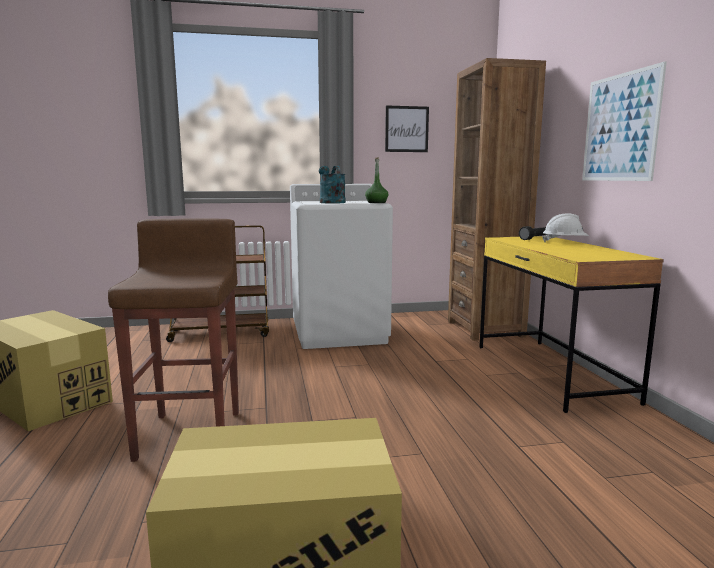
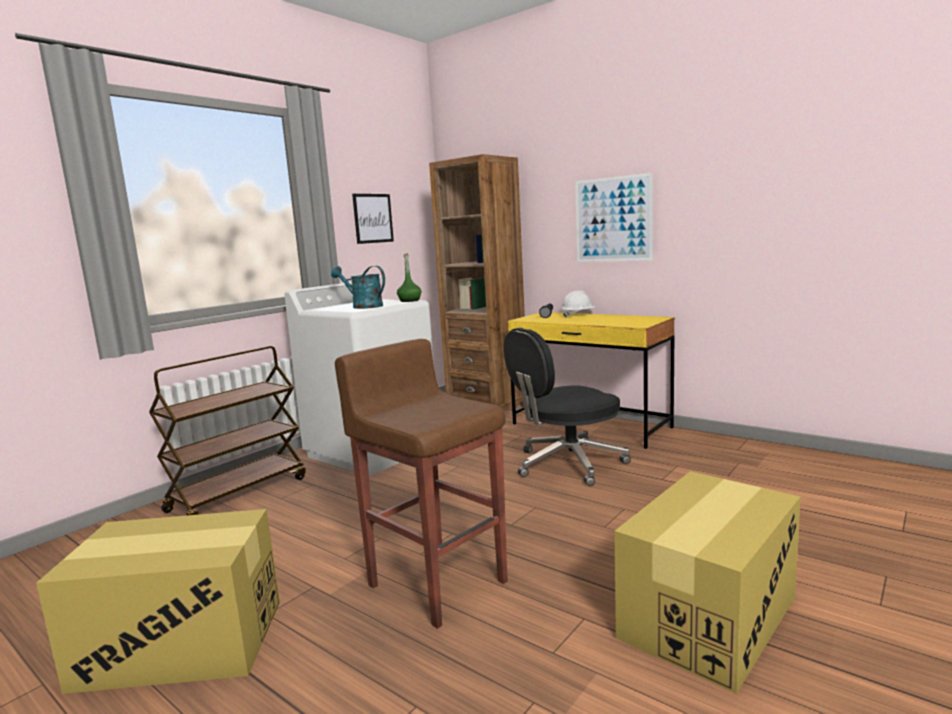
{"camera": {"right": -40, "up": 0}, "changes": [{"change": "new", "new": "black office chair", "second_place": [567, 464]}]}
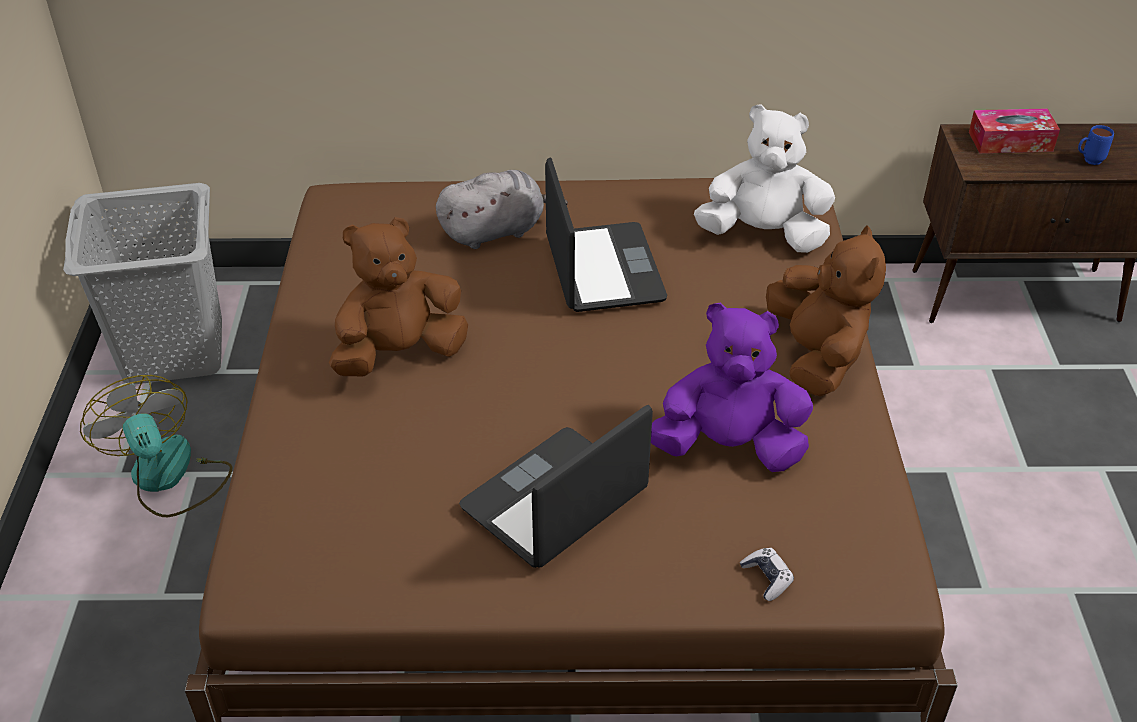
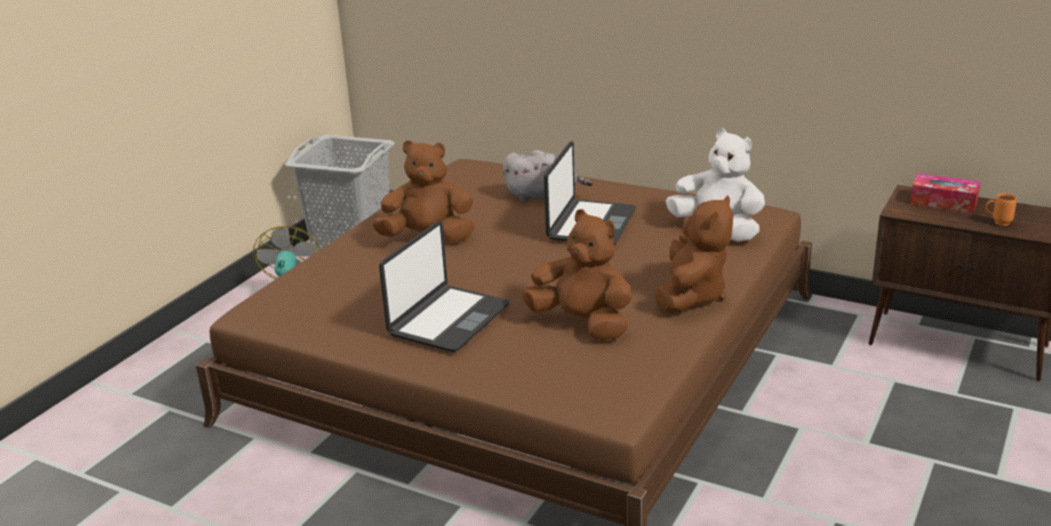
{"camera": {"right": 30, "up": -15}, "changes": [{"change": "gone", "old": "game controller", "first_place": [767, 578]}, {"change": "repainted", "old": "purple plush toy", "new": "brown plush toy", "first_place": [728, 447], "second_place": [582, 323]}, {"change": "repainted", "old": "blue mug", "new": "orange mug", "first_place": [1088, 161], "second_place": [997, 222]}, {"change": "rotated", "old": "laptop", "first_place": [556, 501], "second_place": [447, 320], "degrees": 135}]}
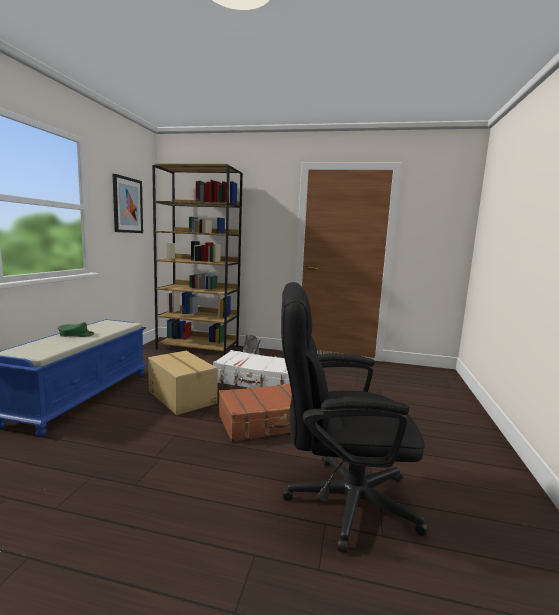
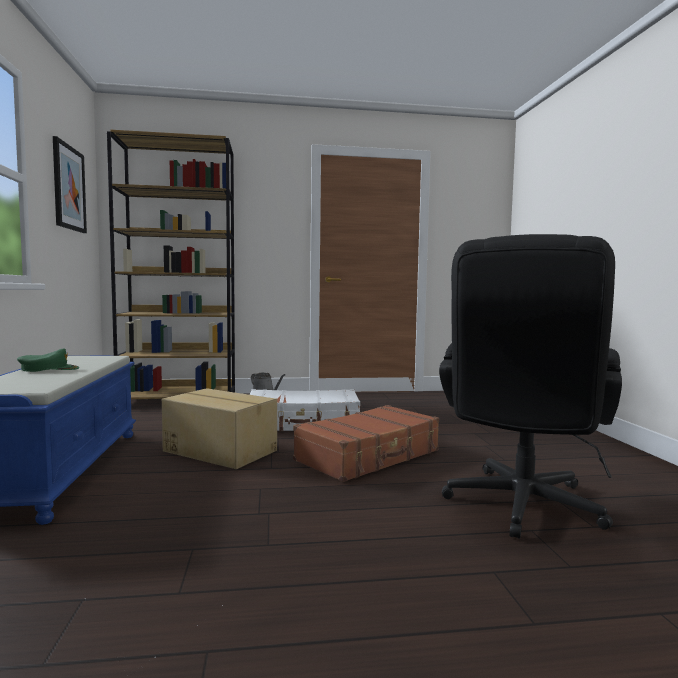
{"camera": {"right": -20, "up": -5}, "changes": [{"change": "rotated", "old": "black office chair", "first_place": [338, 500], "second_place": [520, 509], "degrees": -45}]}
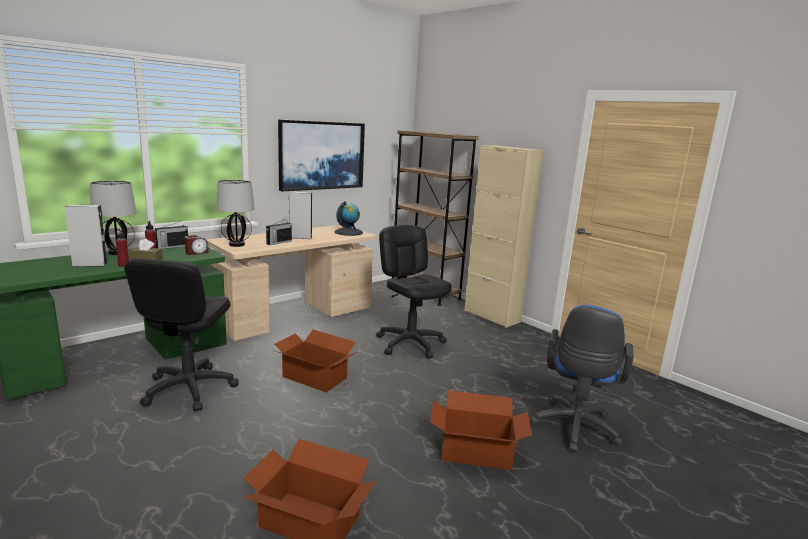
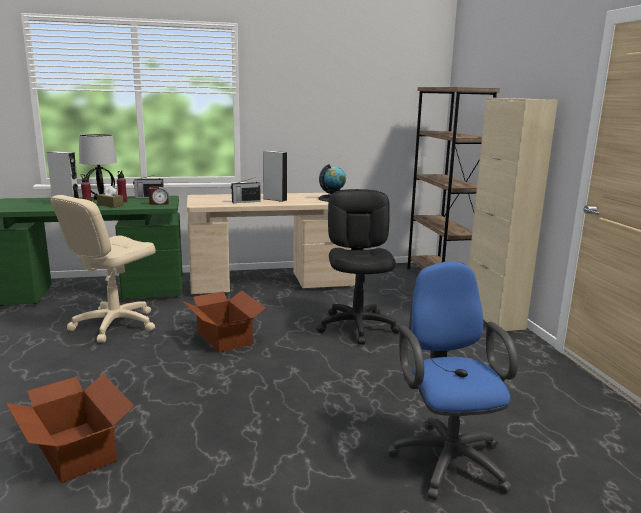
{"camera": {"right": 30, "up": 0}, "changes": [{"change": "gone", "old": "table lamp", "first_place": [237, 244]}, {"change": "gone", "old": "picture", "first_place": [321, 155]}, {"change": "gone", "old": "cardboard box", "first_place": [476, 452]}, {"change": "repainted", "old": "black office chair", "new": "beige office chair", "first_place": [189, 389], "second_place": [114, 324]}, {"change": "rotated", "old": "blue office chair", "first_place": [574, 430], "second_place": [446, 457], "degrees": 120}]}
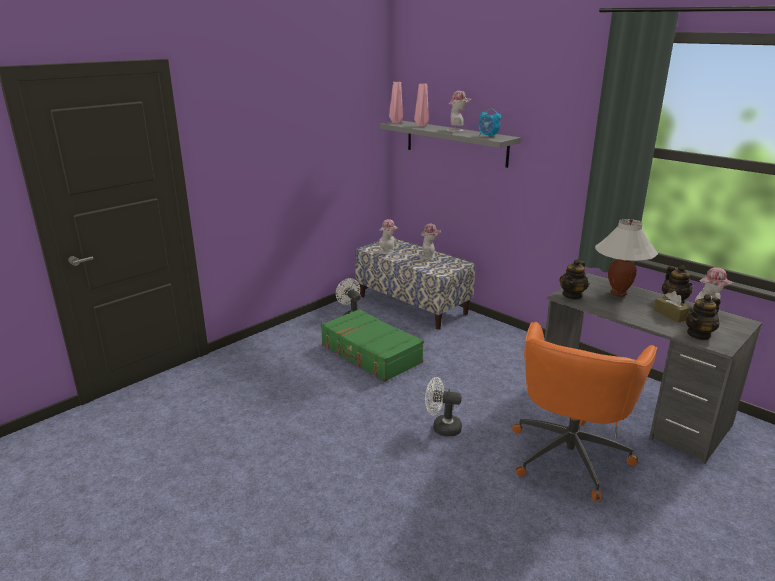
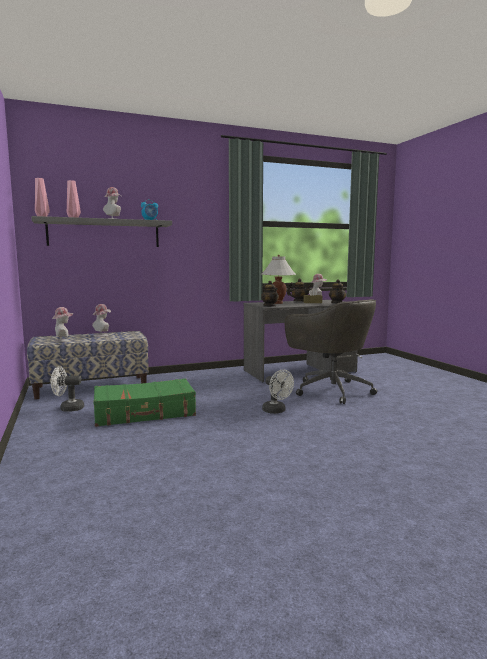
{"camera": {"right": -65, "up": -15}, "changes": [{"change": "repainted", "old": "orange office chair", "new": "grey office chair", "first_place": [569, 454], "second_place": [331, 390]}, {"change": "rotated", "old": "white fan", "first_place": [442, 428], "second_place": [276, 411], "degrees": -75}]}
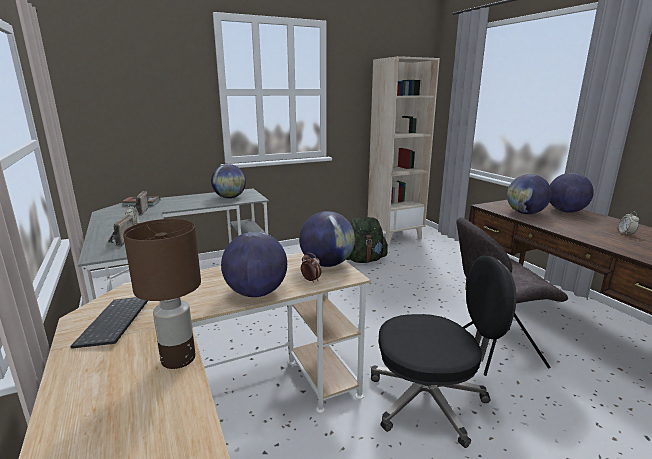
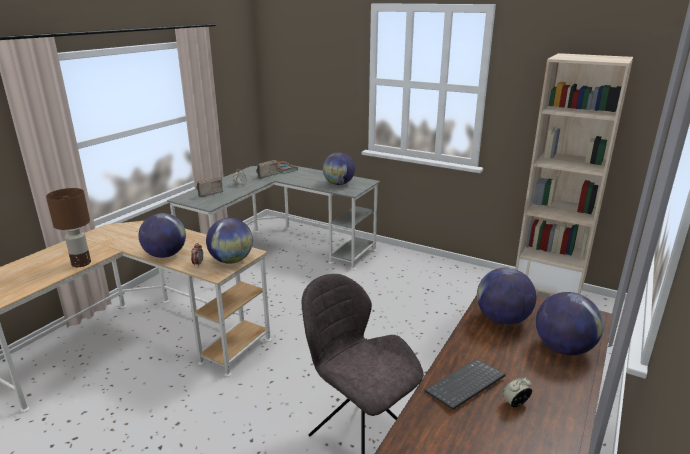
{"camera": {"right": 55, "up": 5}, "changes": [{"change": "gone", "old": "green backpack", "first_place": [364, 260]}, {"change": "gone", "old": "black office chair", "first_place": [429, 400]}, {"change": "shifted", "old": "keyboard", "first_place": [116, 323], "second_place": [465, 386]}]}
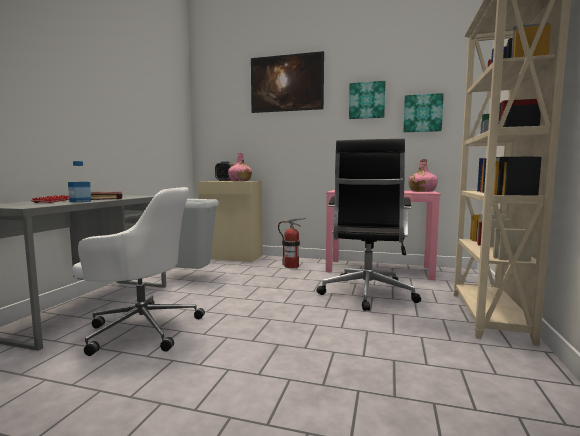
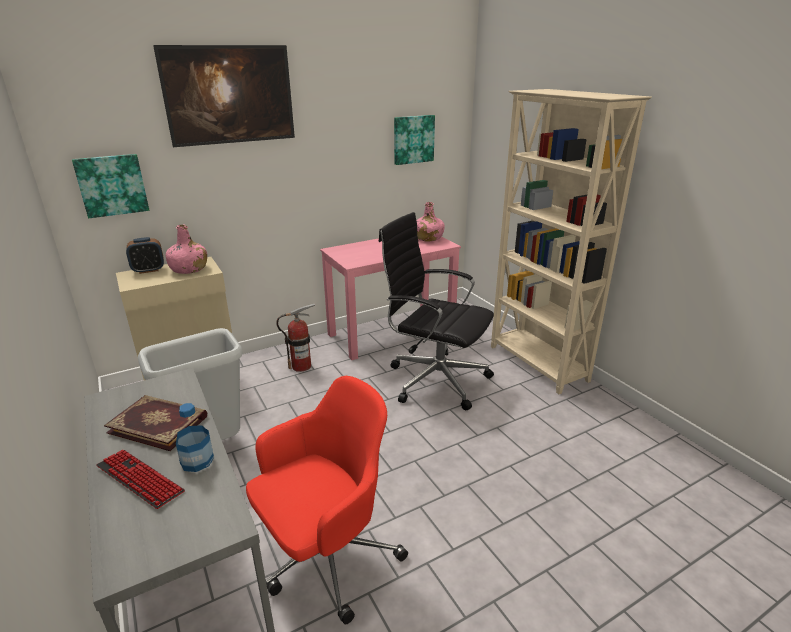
{"camera": {"right": -45, "up": 20}, "changes": [{"change": "shifted", "old": "picture", "first_place": [367, 100], "second_place": [112, 185]}, {"change": "repainted", "old": "white office chair", "new": "red office chair", "first_place": [141, 328], "second_place": [326, 556]}, {"change": "rotated", "old": "black office chair", "first_place": [367, 294], "second_place": [435, 379], "degrees": 150}]}
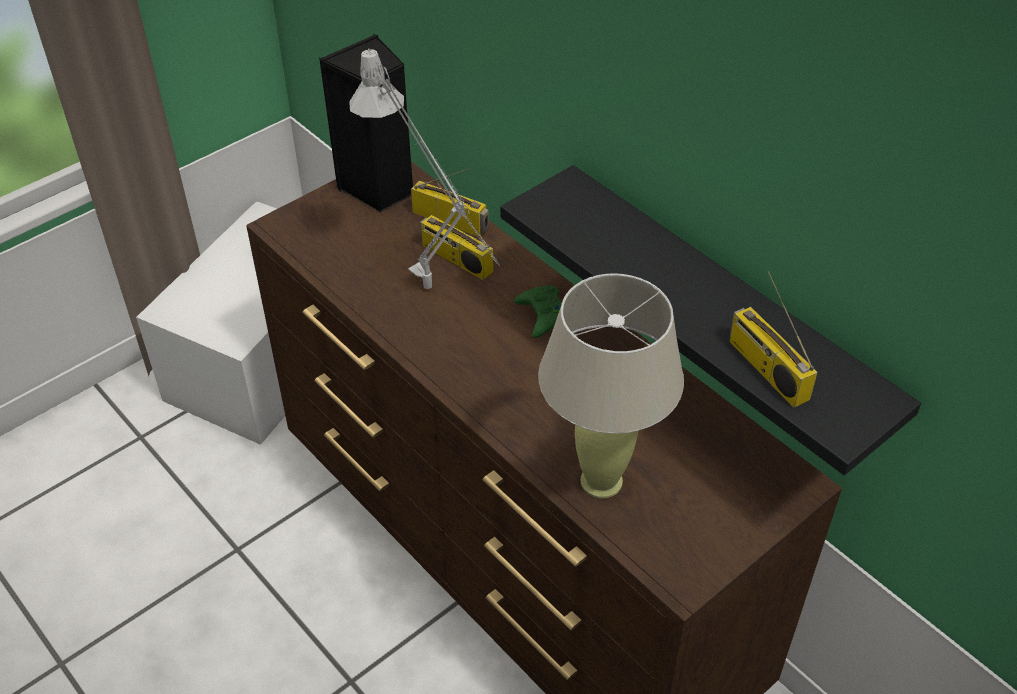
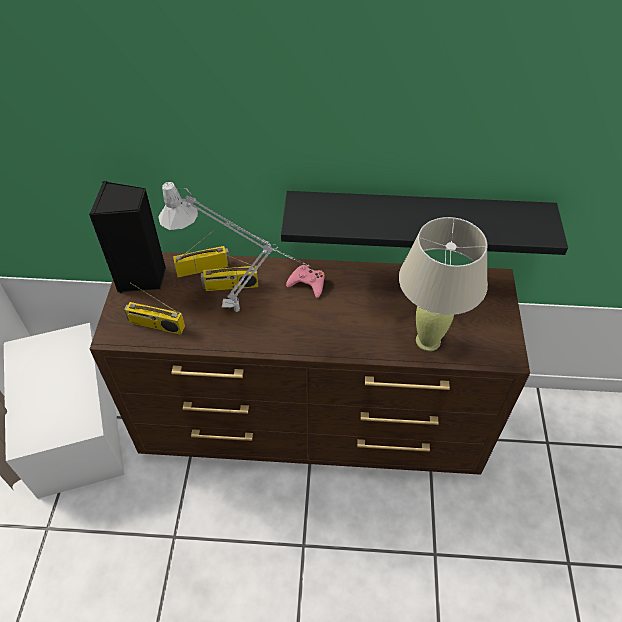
{"camera": {"right": -45, "up": 5}, "changes": [{"change": "shifted", "old": "radio", "first_place": [765, 369], "second_place": [155, 325]}, {"change": "repainted", "old": "green game controller", "new": "pink game controller", "first_place": [543, 315], "second_place": [307, 283]}]}
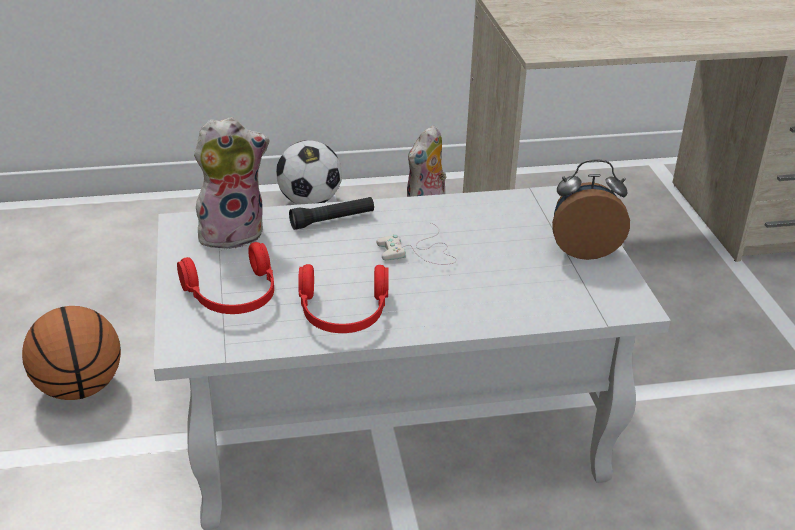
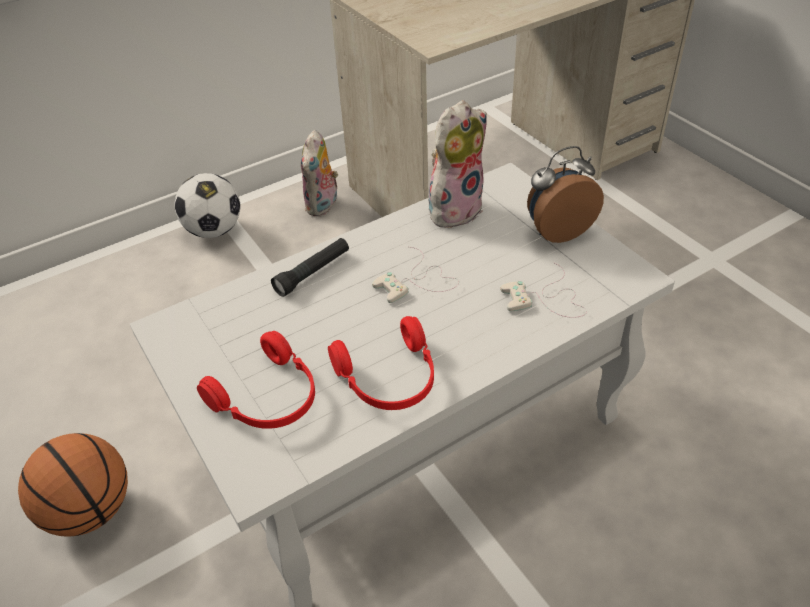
{"camera": {"right": -20, "up": 10}, "changes": [{"change": "new", "new": "white game controller", "second_place": [546, 299]}, {"change": "shifted", "old": "plush toy", "first_place": [232, 233], "second_place": [454, 209]}]}
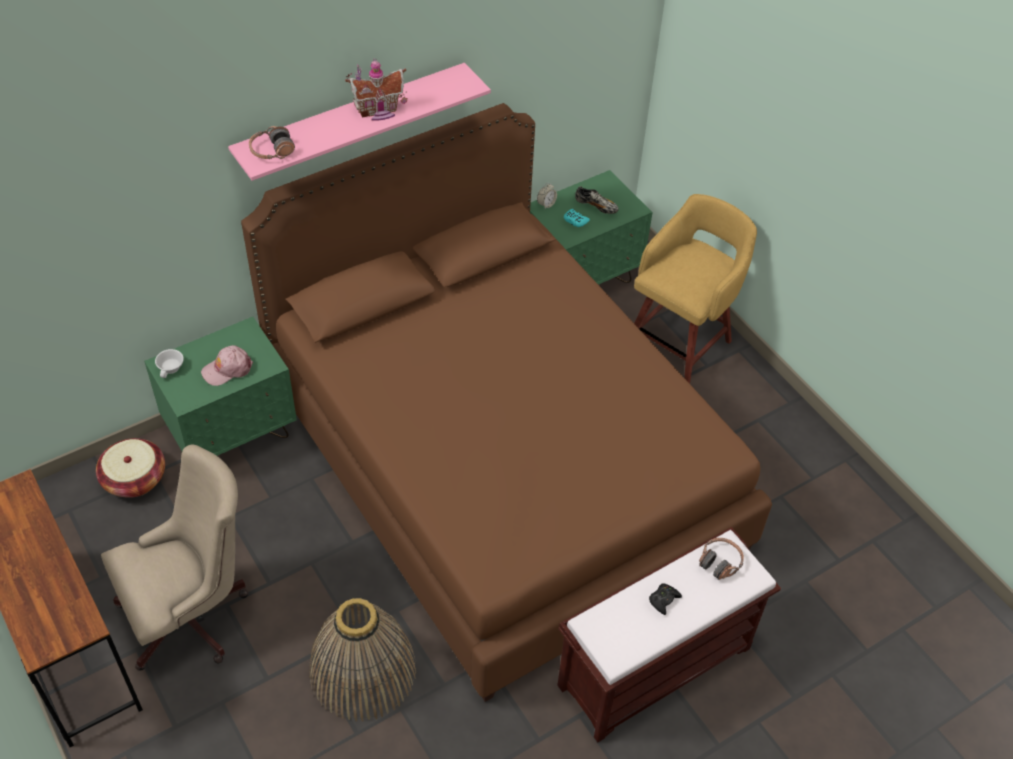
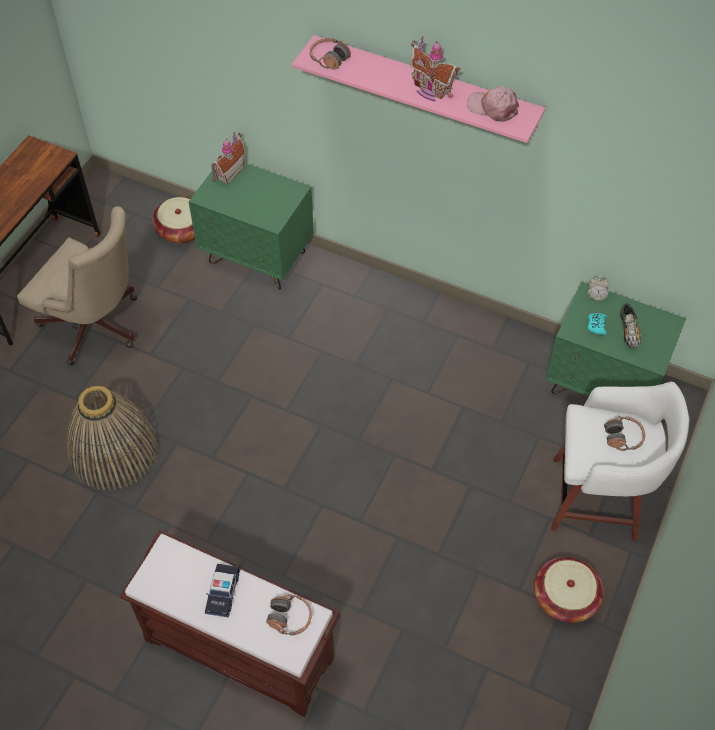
{"camera": {"right": 60, "up": 5}, "changes": [{"change": "gone", "old": "brown bed", "first_place": [501, 465]}, {"change": "new", "new": "basket", "second_place": [565, 597]}, {"change": "new", "new": "headphones", "second_place": [623, 437]}, {"change": "shifted", "old": "pink cap", "first_place": [227, 369], "second_place": [493, 107]}, {"change": "swapped", "old": "white cup", "new": "toy house", "first_place": [171, 368], "second_place": [228, 173]}, {"change": "swapped", "old": "black game controller", "new": "toy car", "first_place": [663, 600], "second_place": [223, 592]}, {"change": "repainted", "old": "yellow stool", "new": "white stool", "first_place": [680, 342], "second_place": [598, 499]}]}
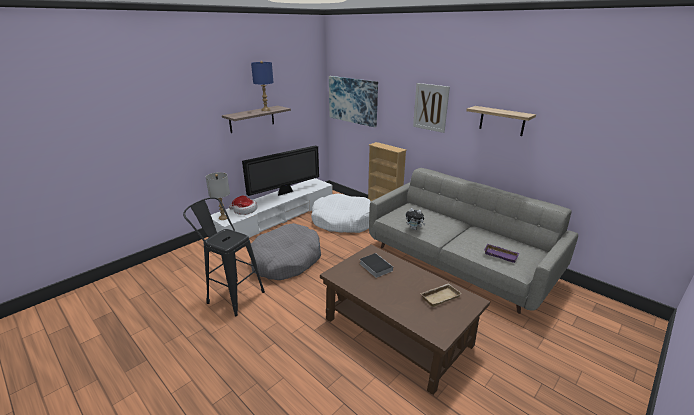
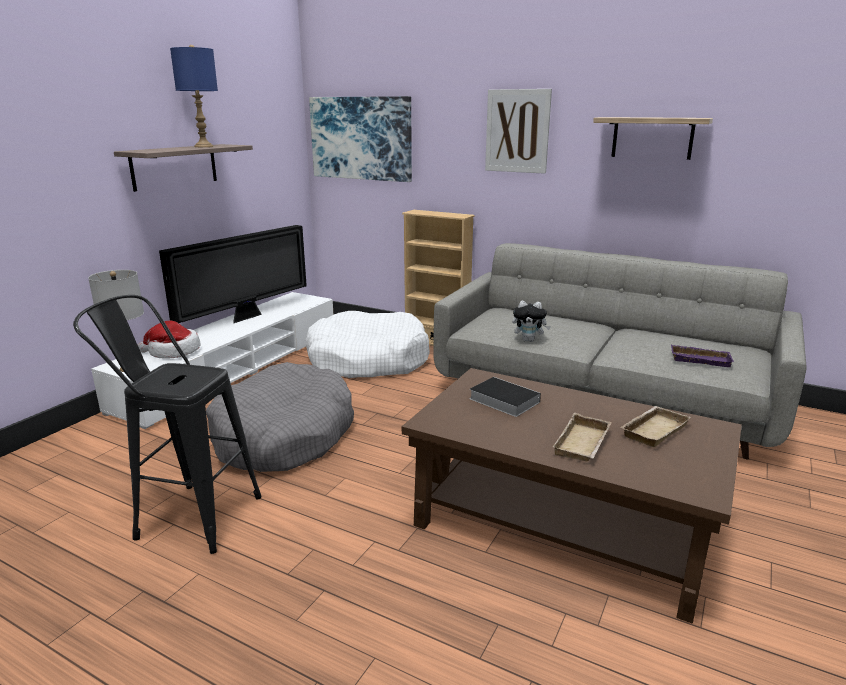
{"camera": {"right": -15, "up": -5}, "changes": [{"change": "new", "new": "beige tray", "second_place": [583, 444]}]}
